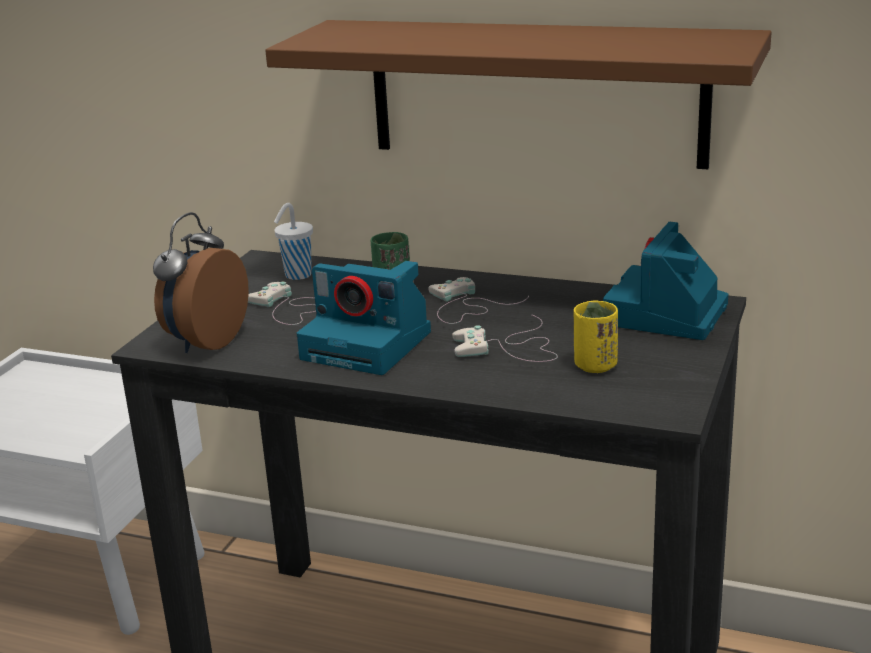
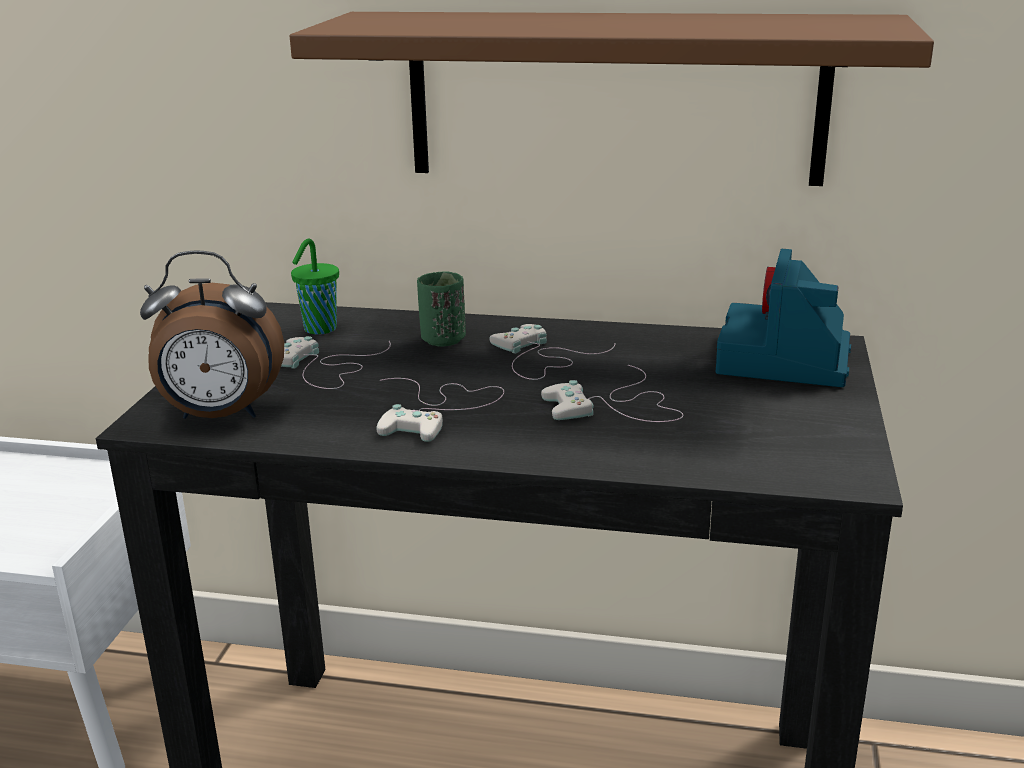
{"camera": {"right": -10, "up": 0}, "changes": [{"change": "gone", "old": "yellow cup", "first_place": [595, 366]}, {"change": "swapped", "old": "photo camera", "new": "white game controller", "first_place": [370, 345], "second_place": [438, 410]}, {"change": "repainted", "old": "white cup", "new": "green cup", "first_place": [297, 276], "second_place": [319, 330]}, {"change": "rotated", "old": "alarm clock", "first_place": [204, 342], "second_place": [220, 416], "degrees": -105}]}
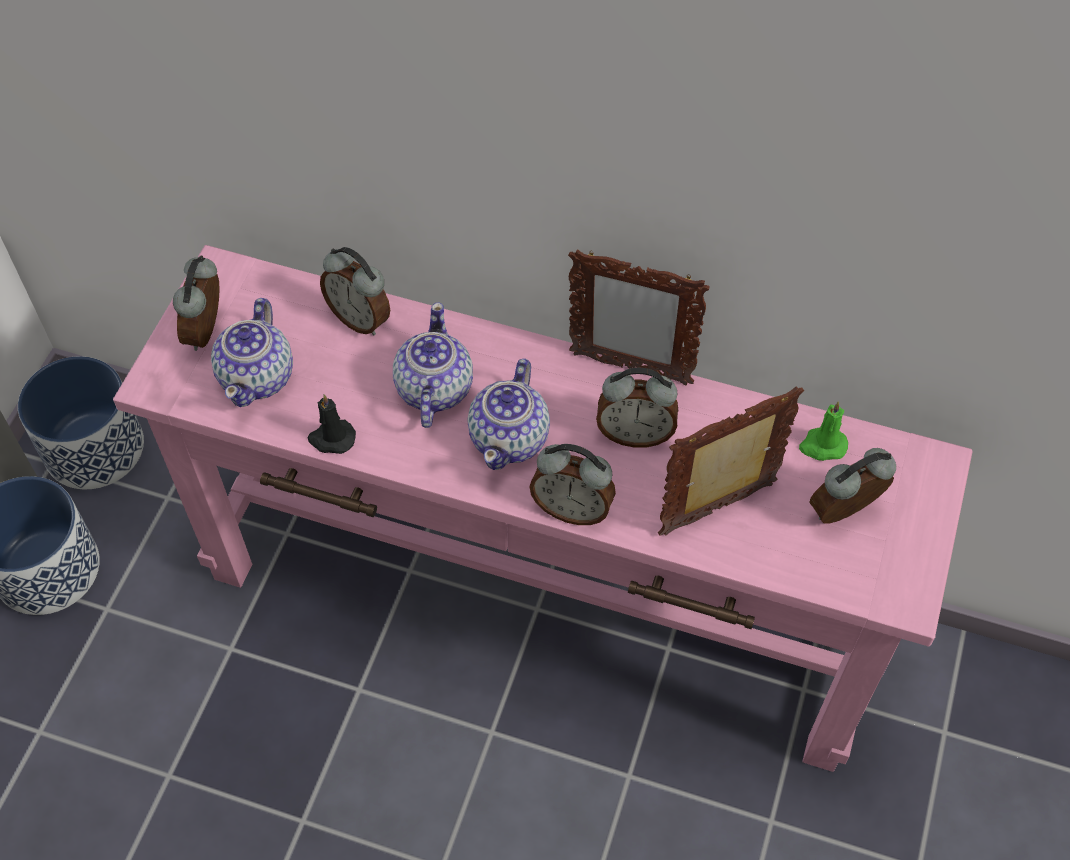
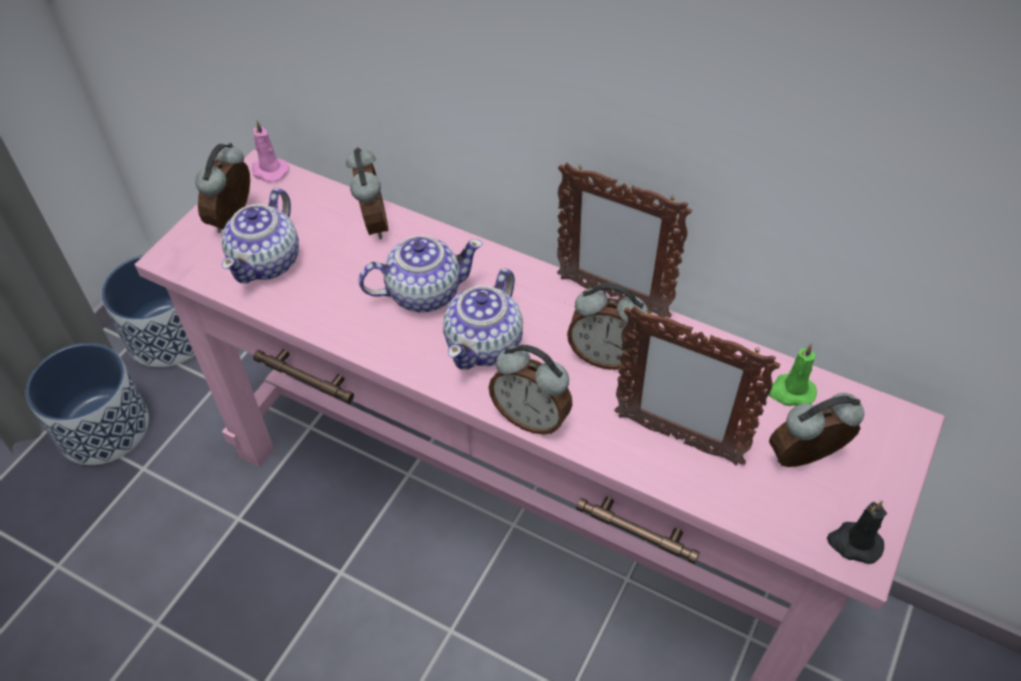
{"camera": {"right": 10, "up": -5}, "changes": [{"change": "new", "new": "pink candle", "second_place": [269, 171]}, {"change": "shifted", "old": "black candle", "first_place": [331, 438], "second_place": [854, 543]}, {"change": "rotated", "old": "alarm clock", "first_place": [360, 319], "second_place": [372, 224], "degrees": -150}, {"change": "rotated", "old": "teapot", "first_place": [433, 390], "second_place": [423, 293], "degrees": 60}, {"change": "rotated", "old": "picture frame", "first_place": [719, 509], "second_place": [676, 438], "degrees": -135}]}
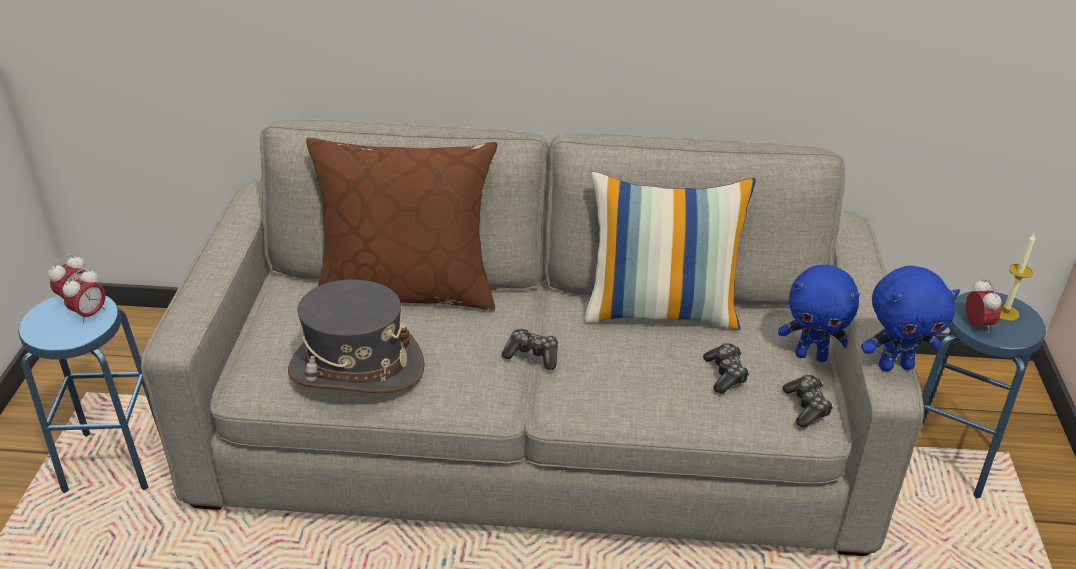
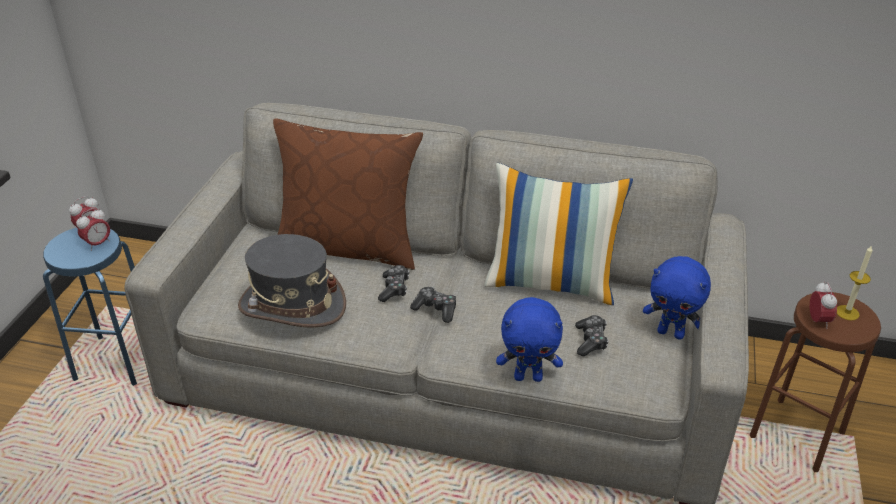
{"camera": {"right": 10, "up": 0}, "changes": [{"change": "shifted", "old": "game controller", "first_place": [806, 407], "second_place": [394, 288]}, {"change": "shifted", "old": "blue plush toy", "first_place": [895, 365], "second_place": [528, 377]}, {"change": "repainted", "old": "blue stool", "new": "brown stool", "first_place": [947, 458], "second_place": [796, 434]}]}
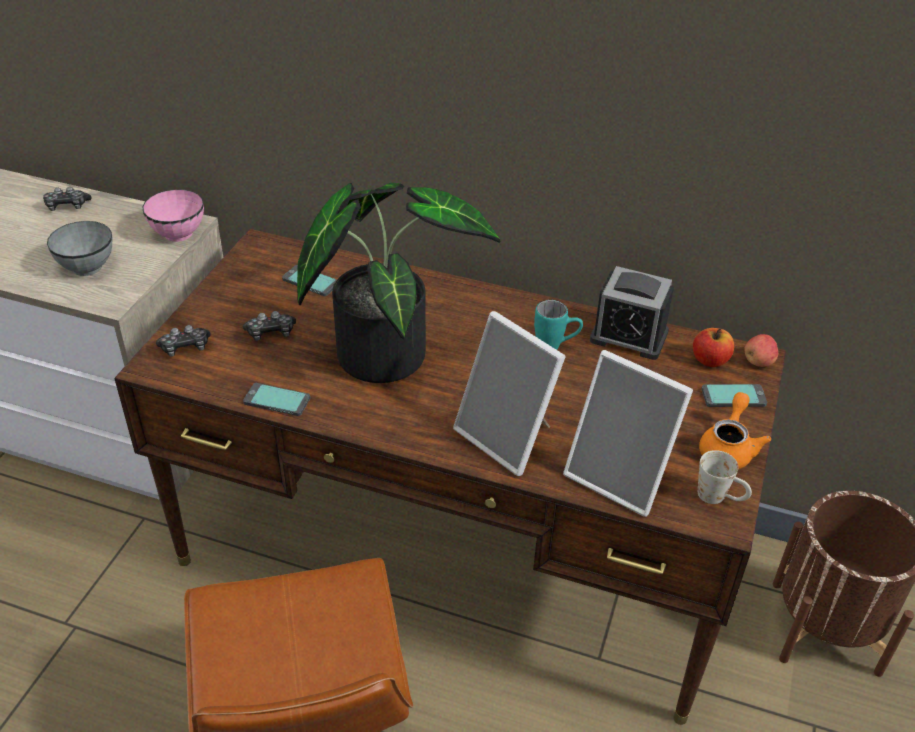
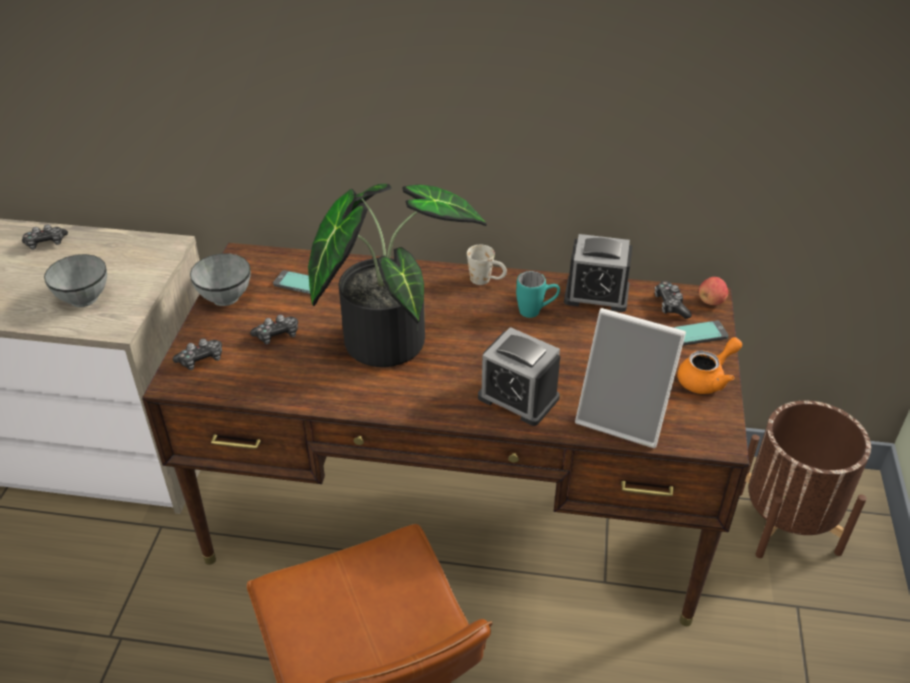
{"camera": {"right": -10, "up": 0}, "changes": [{"change": "gone", "old": "pink bowl", "first_place": [179, 233]}, {"change": "gone", "old": "phone", "first_place": [276, 401]}, {"change": "new", "new": "grey bowl", "second_place": [224, 297]}, {"change": "shifted", "old": "white mug", "first_place": [720, 497], "second_place": [486, 280]}, {"change": "swapped", "old": "picture frame", "new": "alarm clock", "first_place": [508, 437], "second_place": [518, 398]}, {"change": "swapped", "old": "apple", "new": "game controller", "first_place": [710, 360], "second_place": [670, 305]}, {"change": "rotated", "old": "orange teapot", "first_place": [728, 448], "second_place": [707, 379], "degrees": 45}]}
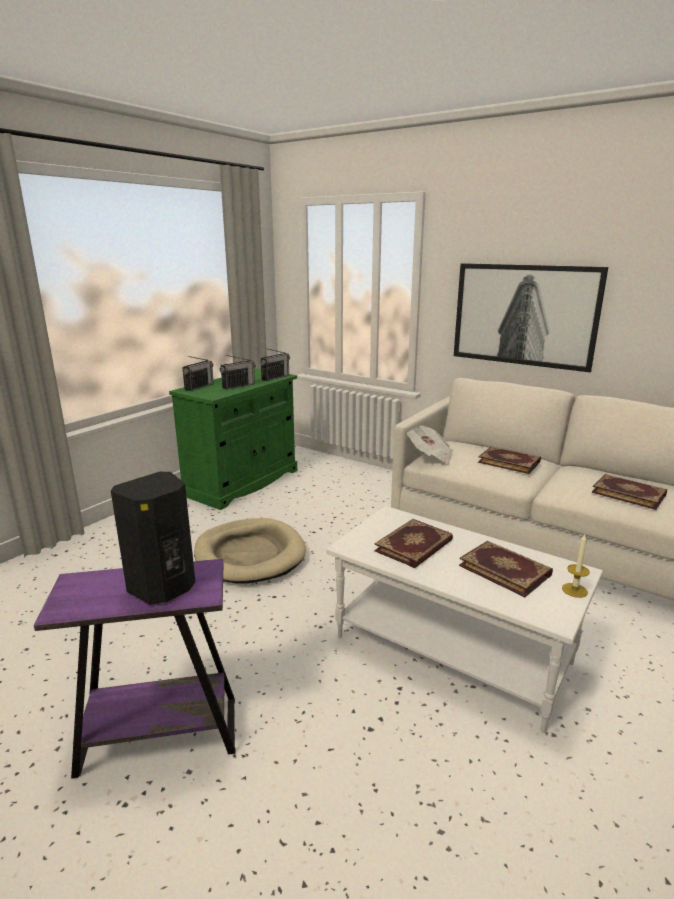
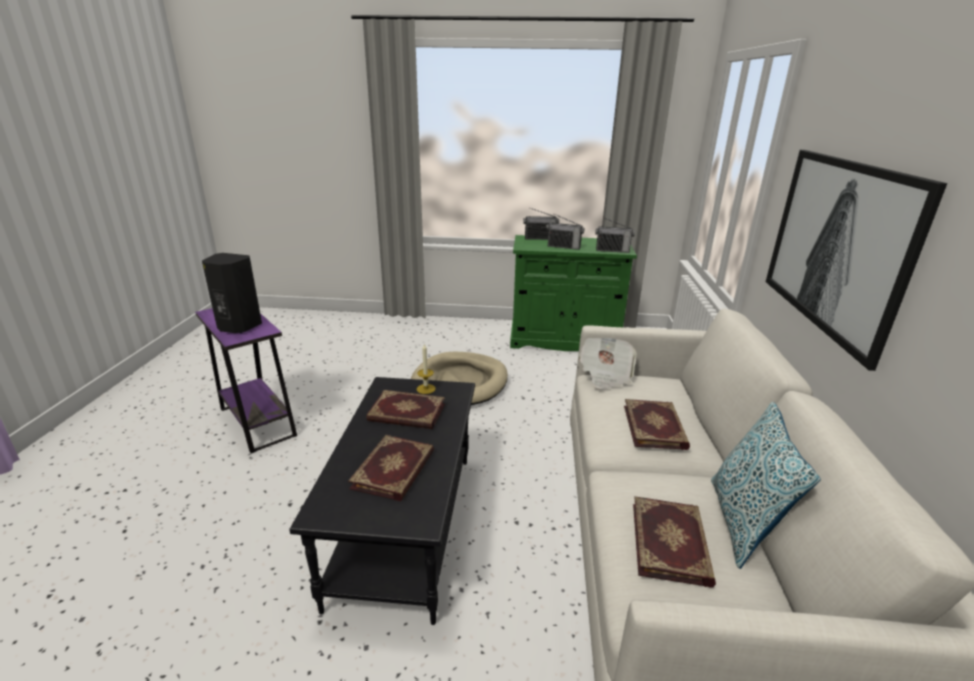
{"camera": {"right": 60, "up": 5}, "changes": [{"change": "new", "new": "pillow", "second_place": [742, 522]}, {"change": "shifted", "old": "candle", "first_place": [574, 590], "second_place": [426, 389]}, {"change": "repainted", "old": "white coffee table", "new": "black coffee table", "first_place": [453, 649], "second_place": [407, 526]}]}
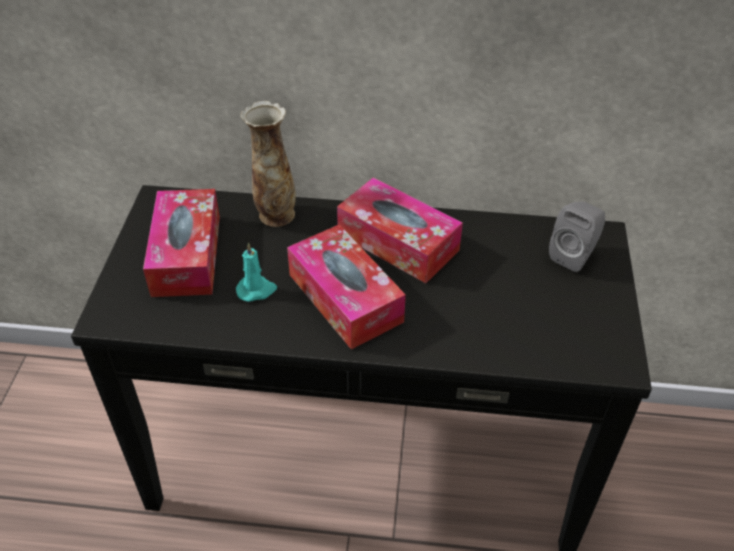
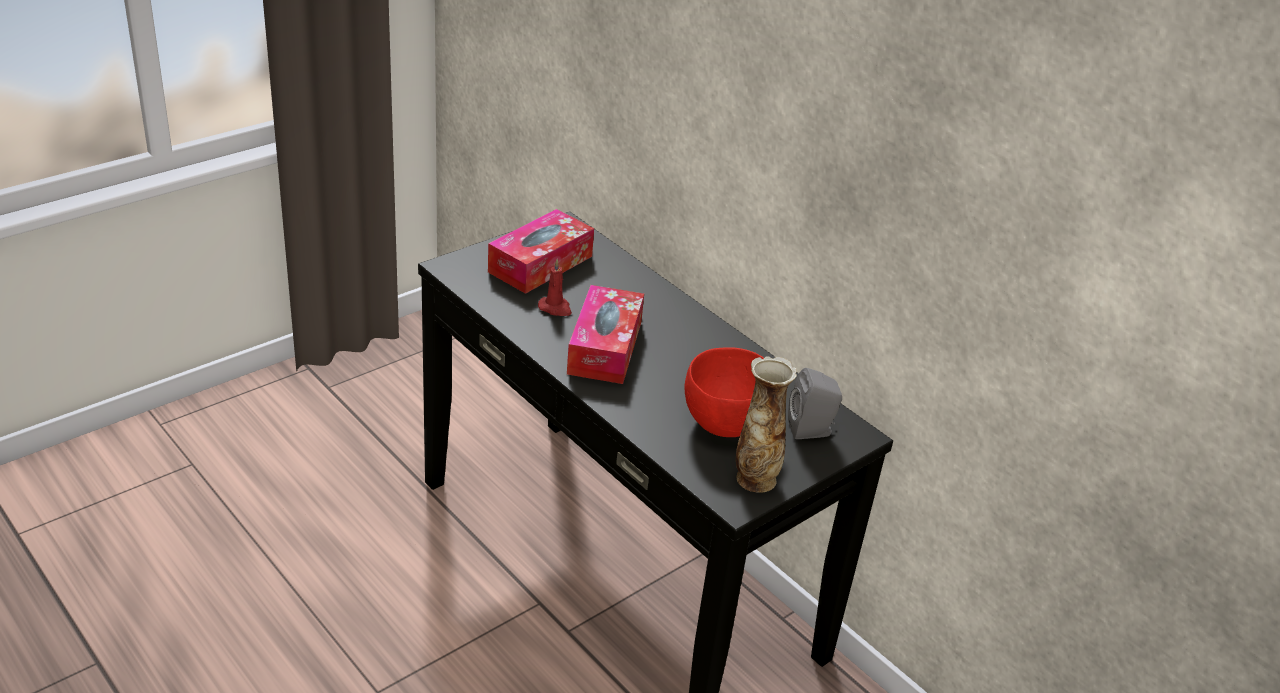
{"camera": {"right": 40, "up": -10}, "changes": [{"change": "gone", "old": "tissue box", "first_place": [398, 242]}, {"change": "new", "new": "red bowl", "second_place": [724, 424]}, {"change": "shifted", "old": "vase", "first_place": [275, 214], "second_place": [755, 478]}, {"change": "repainted", "old": "turquoise candle", "new": "red candle", "first_place": [256, 290], "second_place": [555, 308]}]}
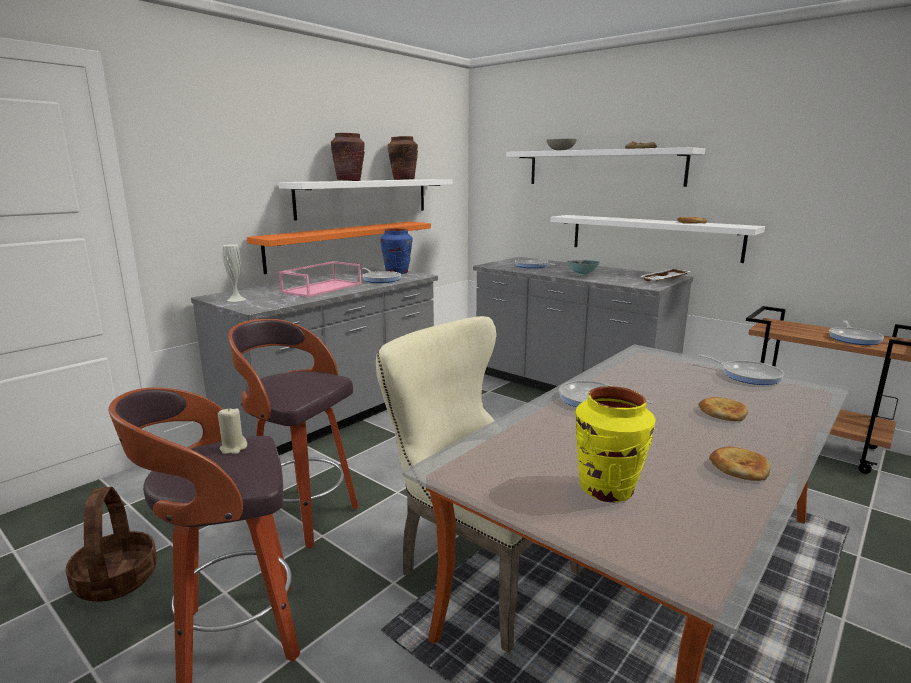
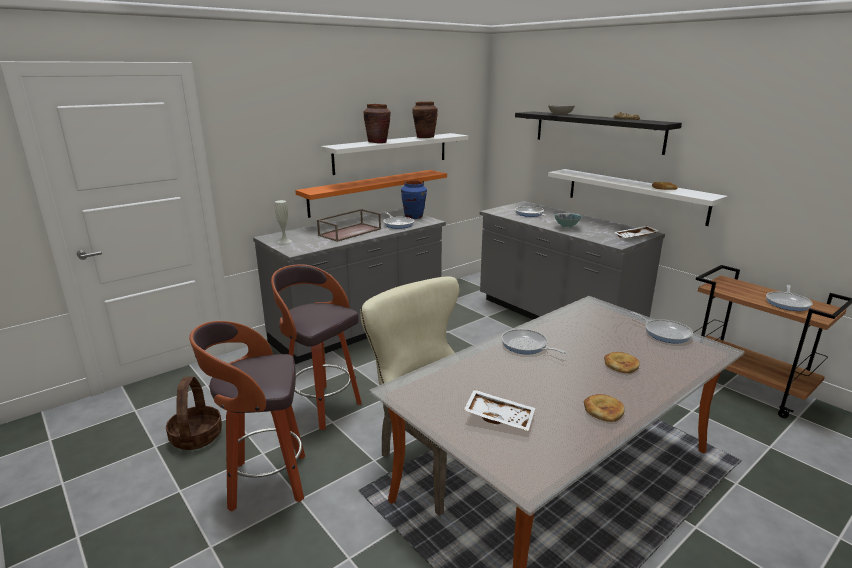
{"camera": {"right": 10, "up": 5}, "changes": [{"change": "gone", "old": "beige candle", "first_place": [233, 448]}, {"change": "swapped", "old": "yellow vase", "new": "white tray", "first_place": [607, 489], "second_place": [499, 416]}, {"change": "repainted", "old": "pink tray", "new": "brown tray", "first_place": [322, 288], "second_place": [350, 232]}, {"change": "repainted", "old": "white shelf", "new": "black shelf", "first_place": [603, 168], "second_place": [597, 131]}]}
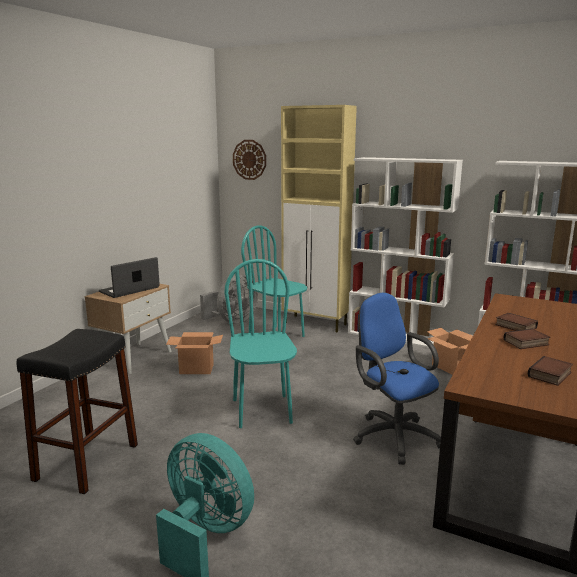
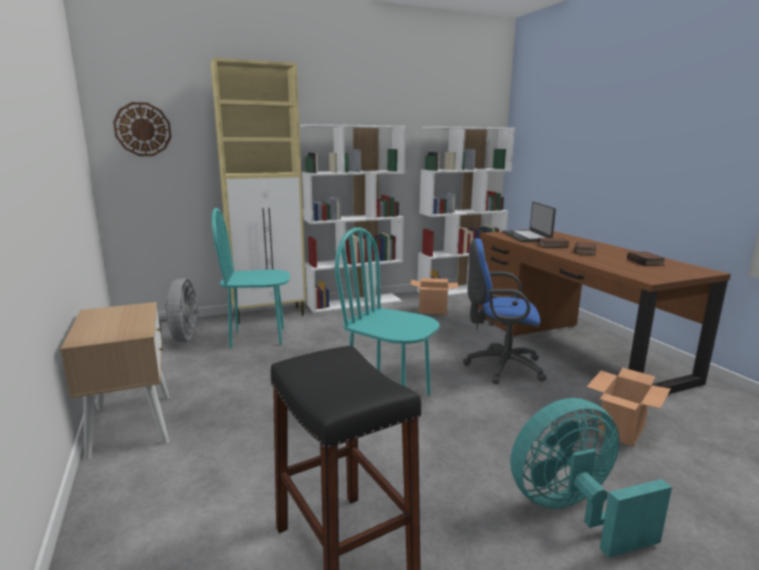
{"camera": {"right": -50, "up": 0}, "changes": [{"change": "shifted", "old": "laptop", "first_place": [130, 290], "second_place": [527, 236]}, {"change": "shifted", "old": "cardboard box", "first_place": [196, 369], "second_place": [621, 430]}]}
